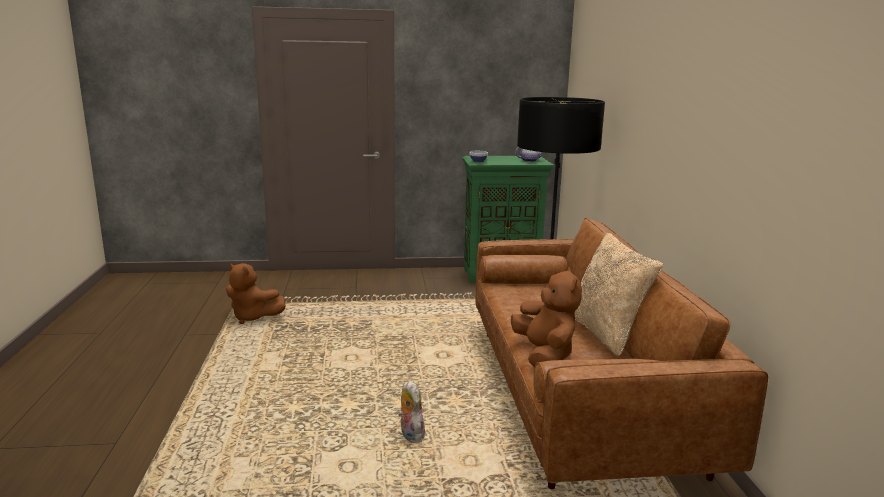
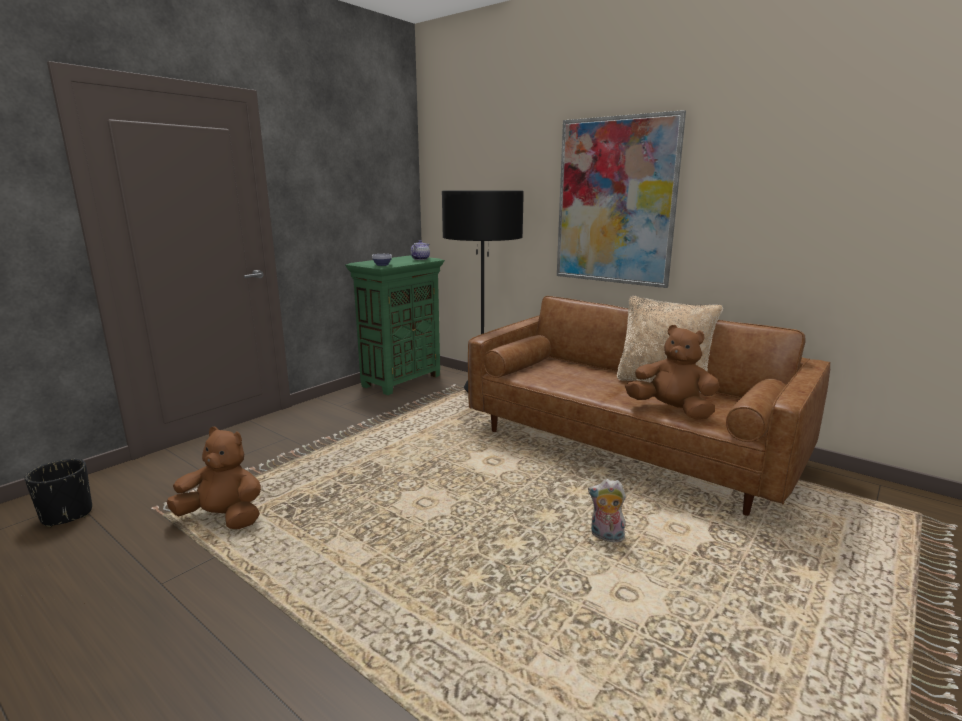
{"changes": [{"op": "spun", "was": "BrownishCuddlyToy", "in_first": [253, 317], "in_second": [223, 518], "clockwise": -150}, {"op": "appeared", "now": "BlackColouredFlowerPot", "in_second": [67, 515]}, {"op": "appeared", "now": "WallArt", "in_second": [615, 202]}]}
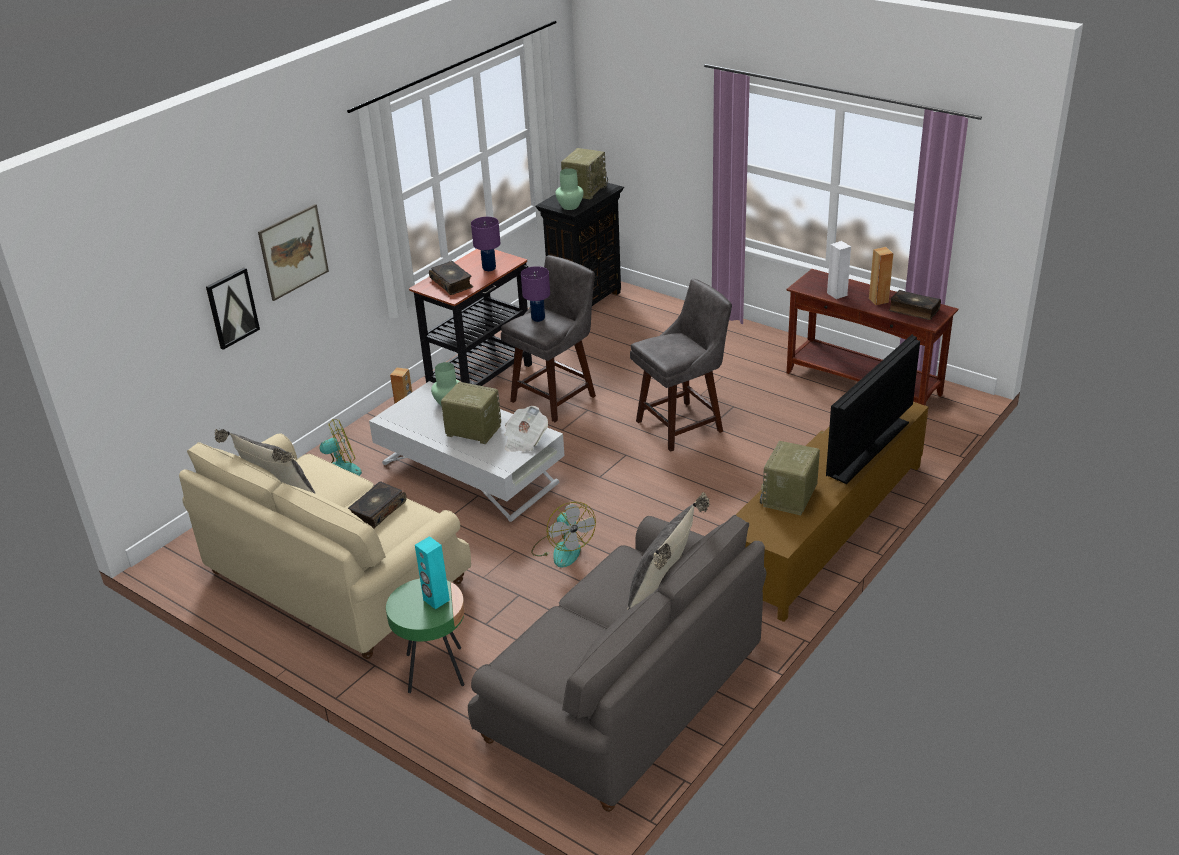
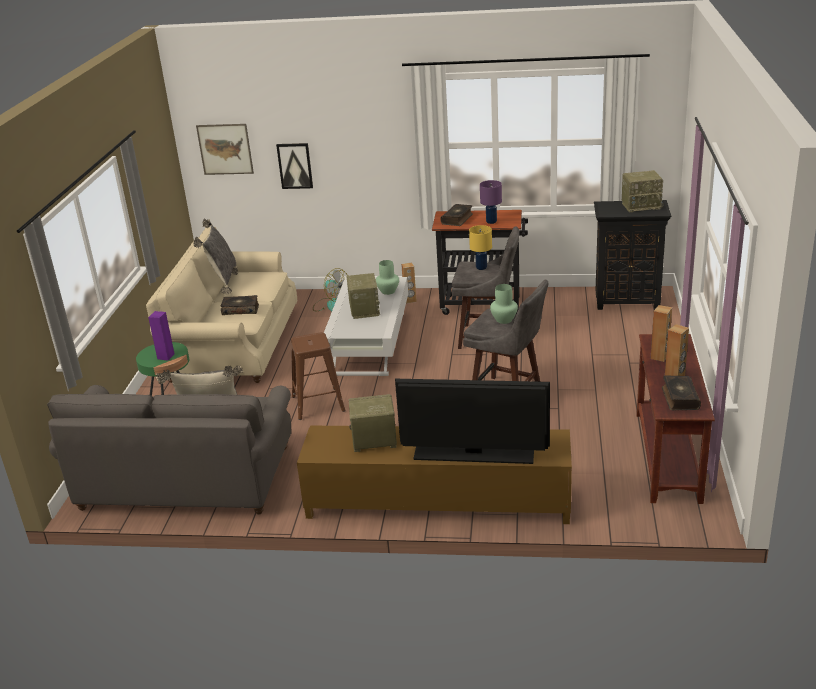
{"changes": [{"op": "relocated", "was": "WallArt", "in_first": [293, 252], "in_second": [225, 149]}, {"op": "colour", "was": "BlueGreenLoudspeaker", "now": "PurpleLoudspeaker", "in_first": [436, 600], "in_second": [165, 356]}, {"op": "missing", "was": "DailyPaper", "in_first": [524, 440]}, {"op": "colour", "was": "PurpleLampForATable", "now": "YellowColouredLampForATable", "in_first": [537, 318], "in_second": [481, 267]}, {"op": "exchanged", "was": "CoolingFan", "now": "BrownishStool", "in_first": [562, 549], "in_second": [318, 404]}, {"op": "relocated", "was": "GreenFlowerVase", "in_first": [569, 206], "in_second": [503, 319]}, {"op": "colour", "was": "WhitishLoudspeaker", "now": "BrownishLoudspeaker", "in_first": [837, 294], "in_second": [659, 357]}]}
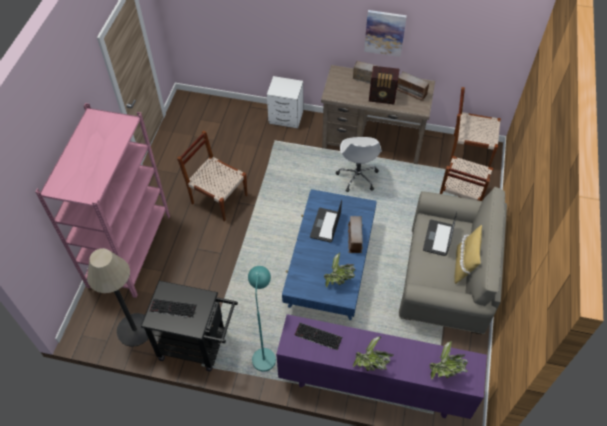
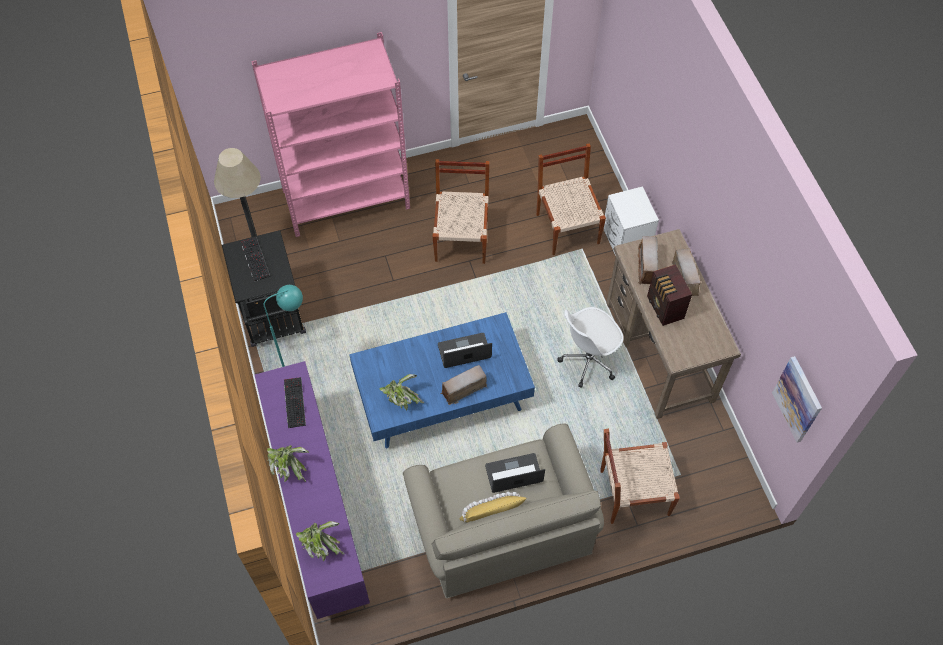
{"changes": [{"op": "relocated", "was": "WallArt", "in_first": [385, 33], "in_second": [798, 399]}, {"op": "relocated", "was": "RadioSet", "in_first": [411, 92], "in_second": [646, 267]}, {"op": "relocated", "was": "Chair", "in_first": [469, 151], "in_second": [567, 227]}]}
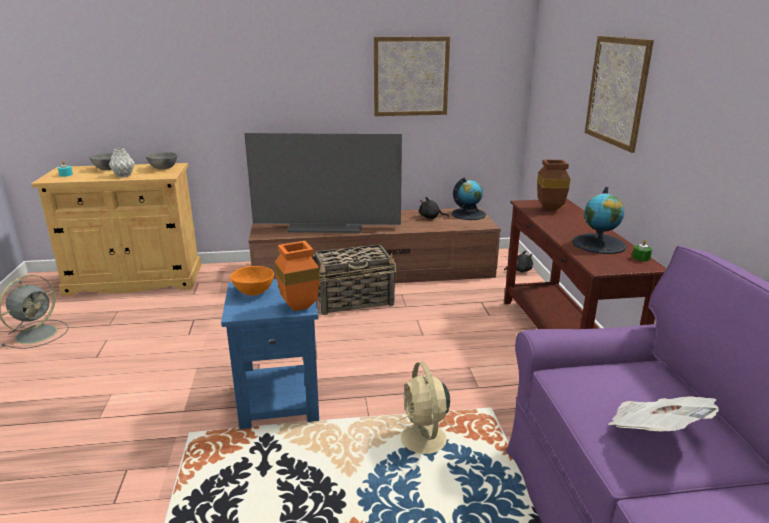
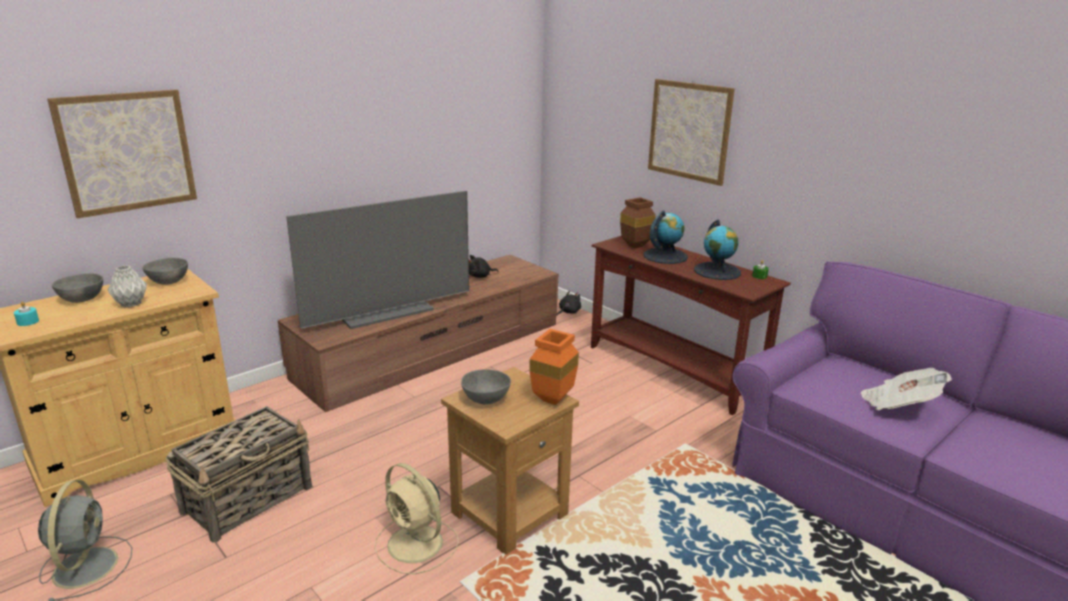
{"changes": [{"op": "colour", "was": "BlueColouredEndTable", "now": "BrownishEndTable", "in_first": [281, 402], "in_second": [510, 513]}, {"op": "colour", "was": "OrangeyServingBowl", "now": "GrayServingBowl", "in_first": [253, 292], "in_second": [486, 400]}, {"op": "relocated", "was": "StorageBasket", "in_first": [354, 300], "in_second": [249, 499]}, {"op": "relocated", "was": "WallArt", "in_first": [411, 75], "in_second": [127, 150]}, {"op": "relocated", "was": "BeigeCoolingFan", "in_first": [424, 440], "in_second": [416, 545]}, {"op": "relocated", "was": "DeskGlobe", "in_first": [468, 214], "in_second": [665, 256]}]}
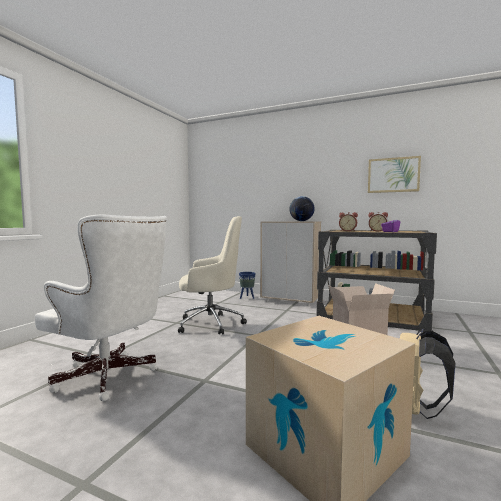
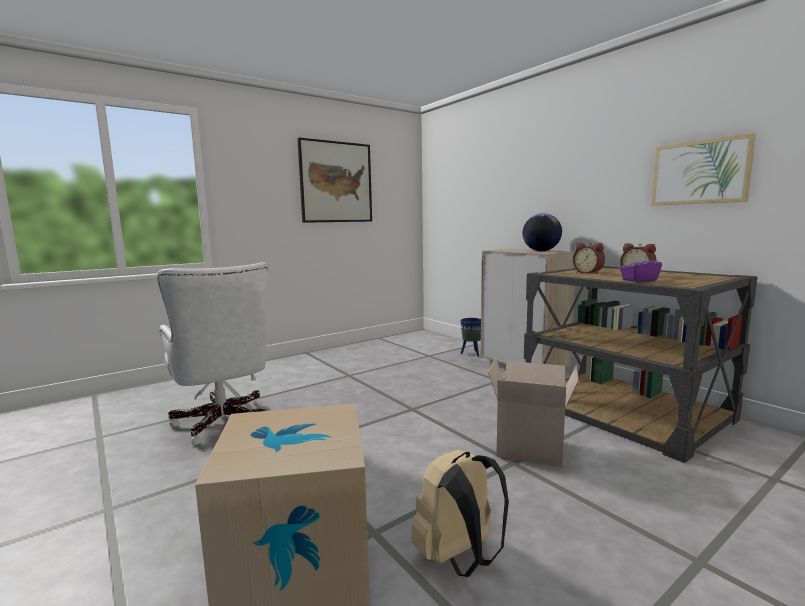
{"changes": [{"op": "missing", "was": "BeigeDeskChair", "in_first": [211, 324]}, {"op": "appeared", "now": "WallArt", "in_second": [336, 182]}]}
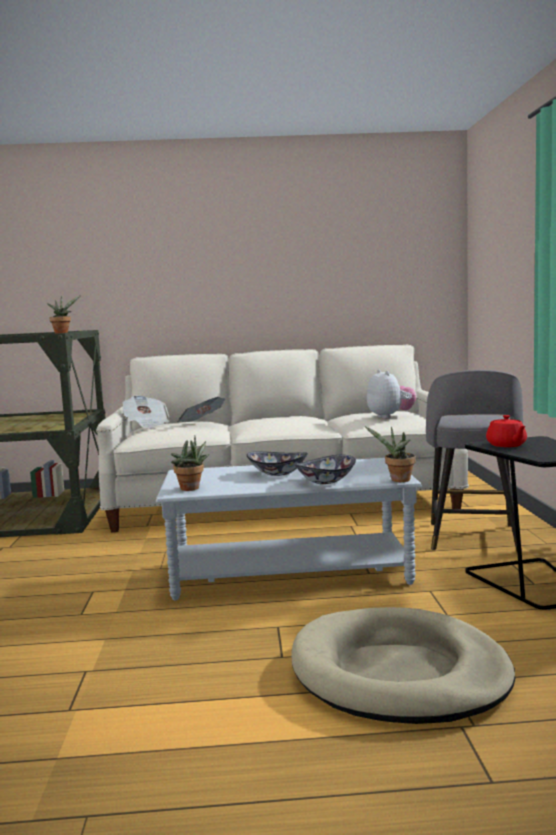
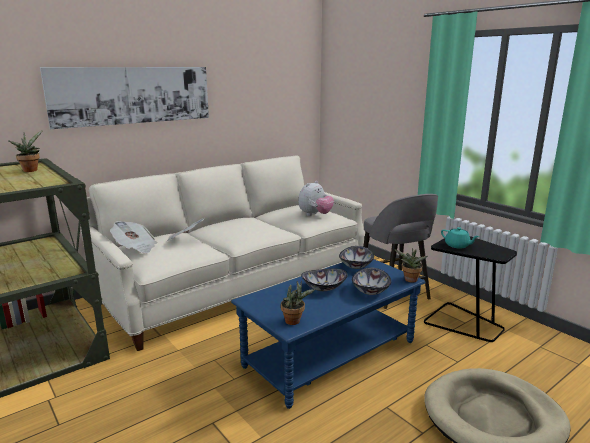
{"changes": [{"op": "colour", "was": "GrayLowTable", "now": "BlueColouredLowTable", "in_first": [290, 573], "in_second": [331, 354]}, {"op": "spun", "was": "CuddlyToy", "in_first": [390, 417], "in_second": [315, 215], "clockwise": 90}, {"op": "colour", "was": "RedColouredTeaPot", "now": "BlueGreenTeaPot", "in_first": [506, 445], "in_second": [457, 245]}, {"op": "appeared", "now": "WallArt", "in_second": [133, 95]}, {"op": "appeared", "now": "ServingBowl", "in_second": [356, 266]}]}
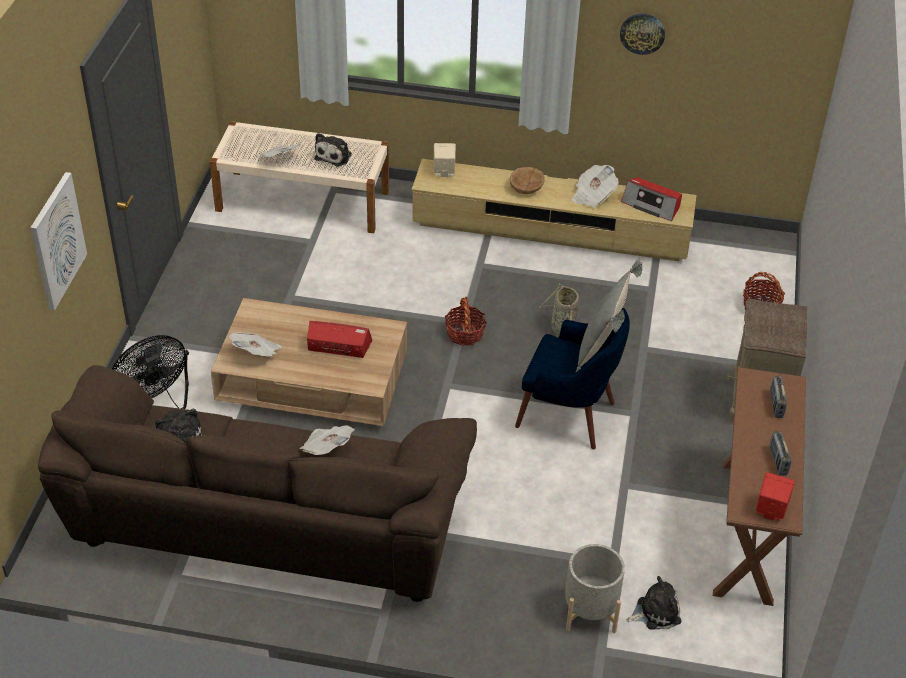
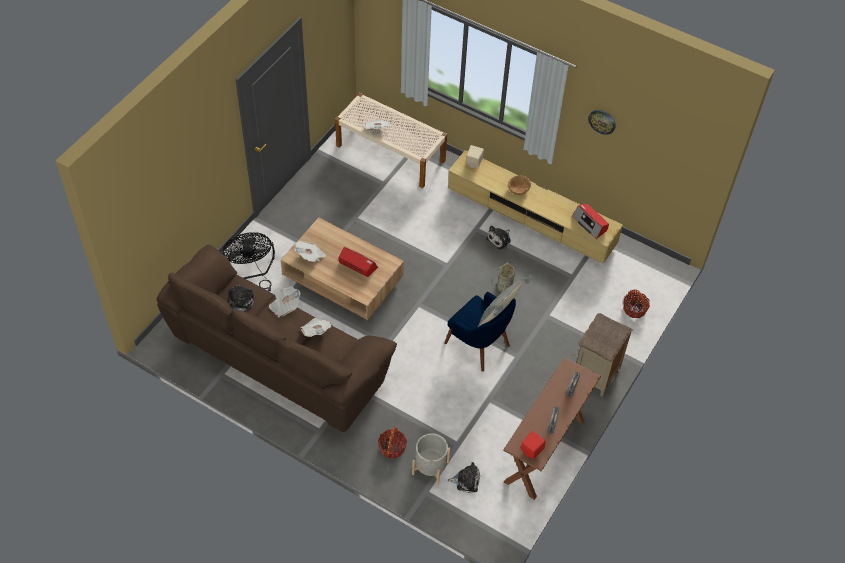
{"changes": [{"op": "missing", "was": "WallArt", "in_first": [57, 241]}, {"op": "relocated", "was": "CuddlyToy", "in_first": [334, 155], "in_second": [499, 239]}, {"op": "relocated", "was": "StorageBasket", "in_first": [465, 333], "in_second": [392, 447]}, {"op": "relocated", "was": "DailyPaper", "in_first": [593, 196], "in_second": [285, 306]}]}
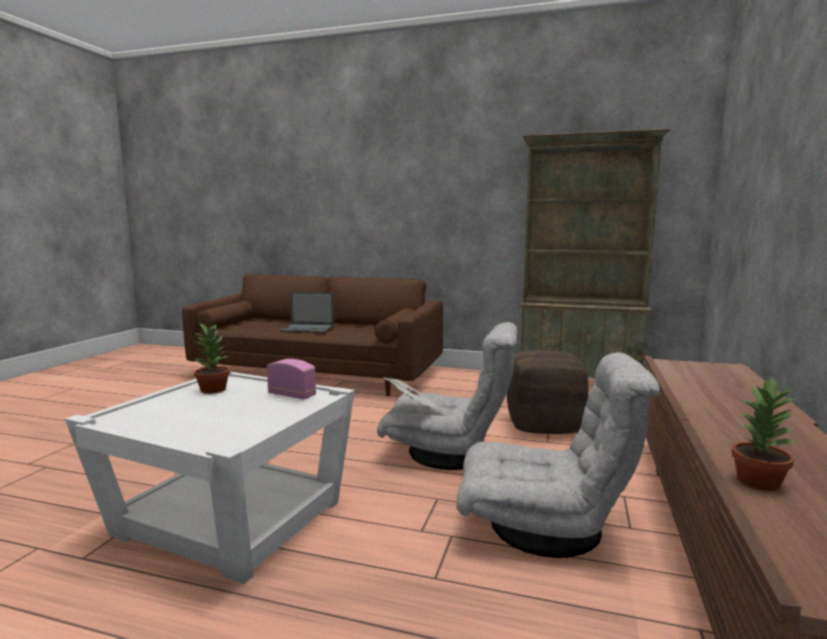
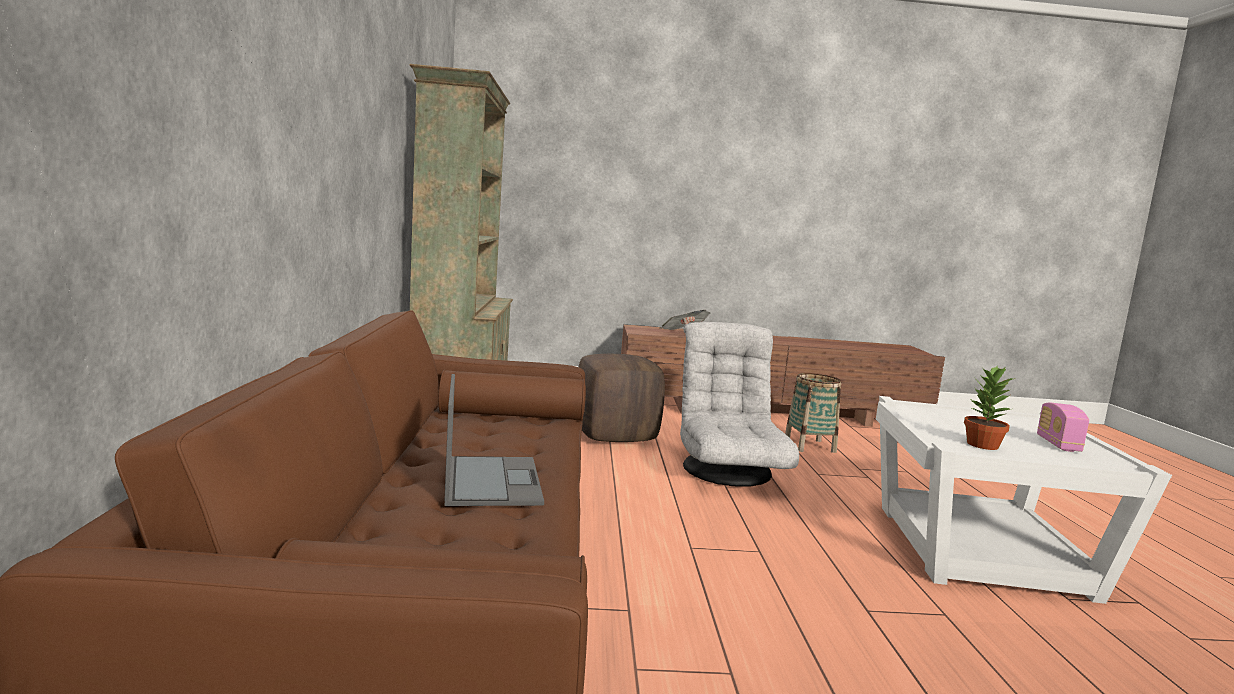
{"changes": [{"op": "relocated", "was": "RadioSet", "in_first": [292, 395], "in_second": [1058, 444]}, {"op": "relocated", "was": "DailyPaper", "in_first": [415, 410], "in_second": [683, 333]}, {"op": "exchanged", "was": "GrayArmchair", "now": "StorageBasket", "in_first": [543, 528], "in_second": [809, 446]}, {"op": "missing", "was": "Houseplant", "in_first": [759, 482]}]}
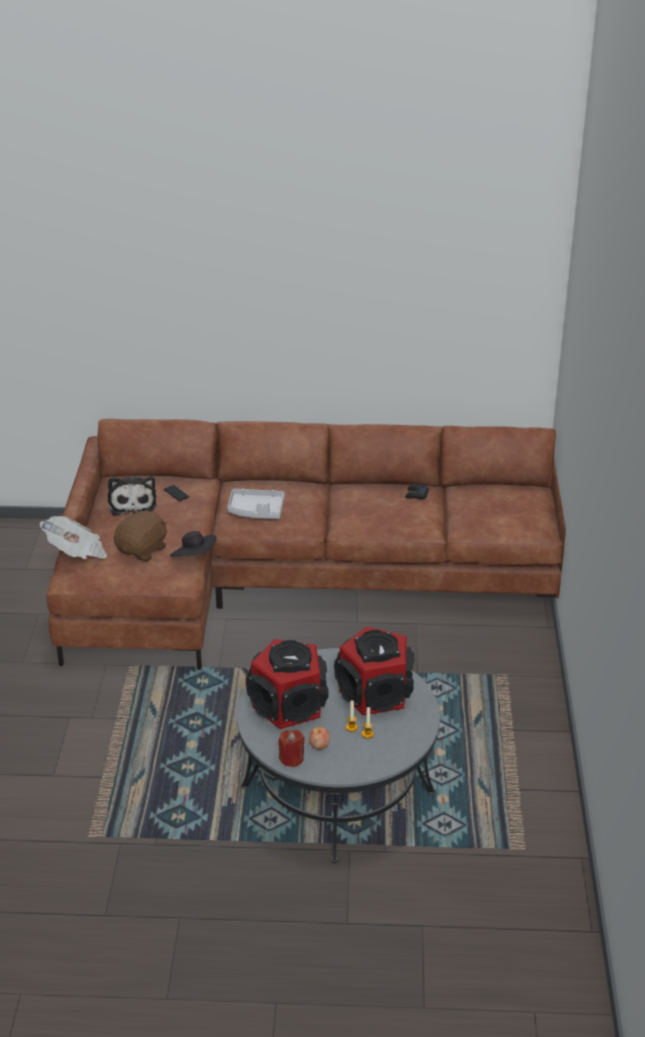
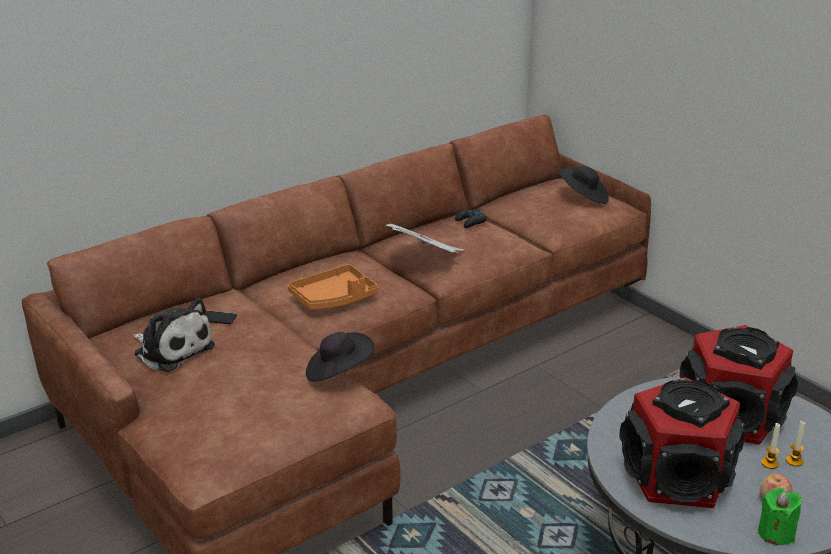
{"changes": [{"op": "relocated", "was": "DailyPaper", "in_first": [76, 553], "in_second": [426, 257]}, {"op": "missing", "was": "BrownishCuddlyToy", "in_first": [143, 550]}, {"op": "colour", "was": "GrayTray", "now": "OrangeyTray", "in_first": [256, 511], "in_second": [334, 298]}, {"op": "colour", "was": "RedColouredWaxLight", "now": "GreenWaxLight", "in_first": [291, 758], "in_second": [776, 533]}, {"op": "appeared", "now": "BlackColouredClothingHat", "in_second": [583, 197]}]}
